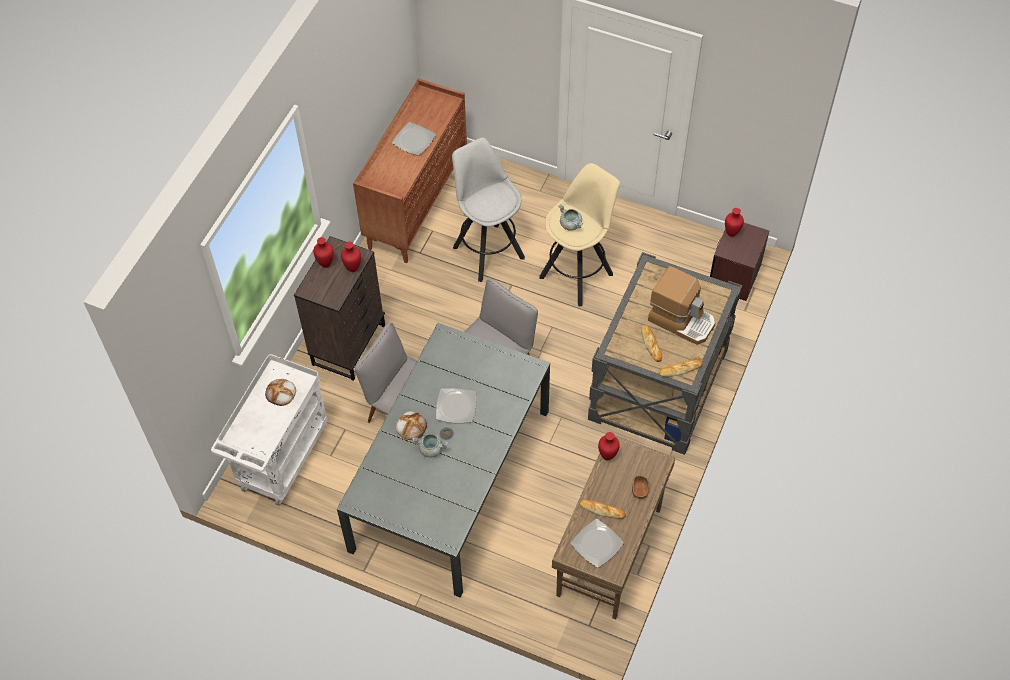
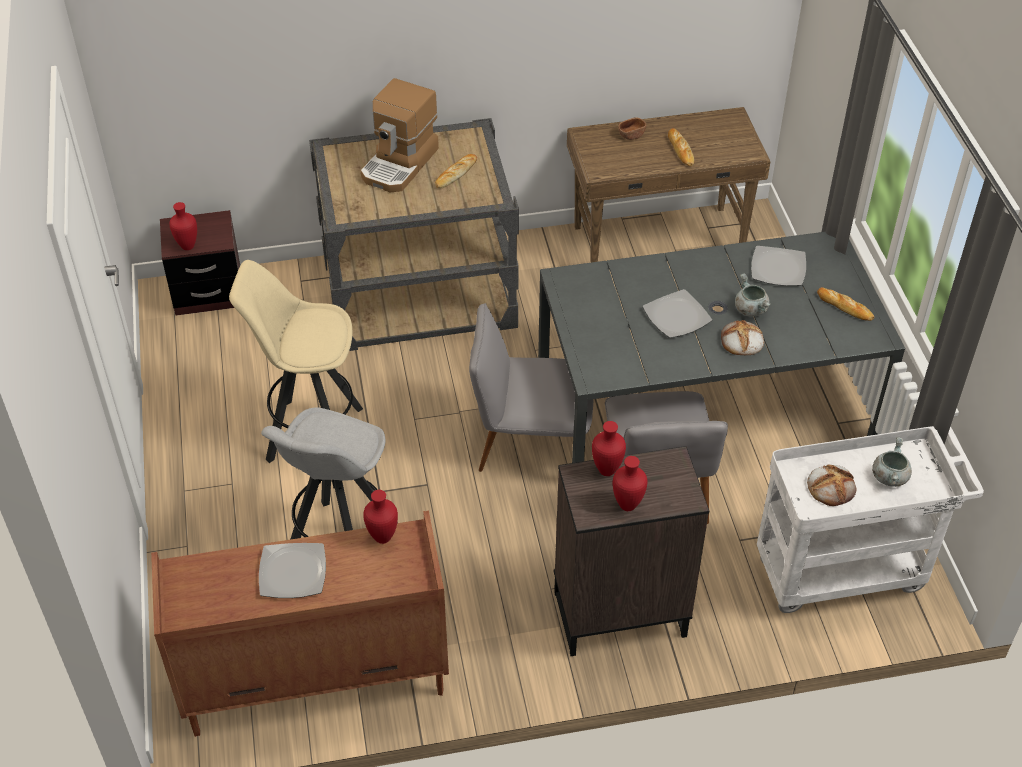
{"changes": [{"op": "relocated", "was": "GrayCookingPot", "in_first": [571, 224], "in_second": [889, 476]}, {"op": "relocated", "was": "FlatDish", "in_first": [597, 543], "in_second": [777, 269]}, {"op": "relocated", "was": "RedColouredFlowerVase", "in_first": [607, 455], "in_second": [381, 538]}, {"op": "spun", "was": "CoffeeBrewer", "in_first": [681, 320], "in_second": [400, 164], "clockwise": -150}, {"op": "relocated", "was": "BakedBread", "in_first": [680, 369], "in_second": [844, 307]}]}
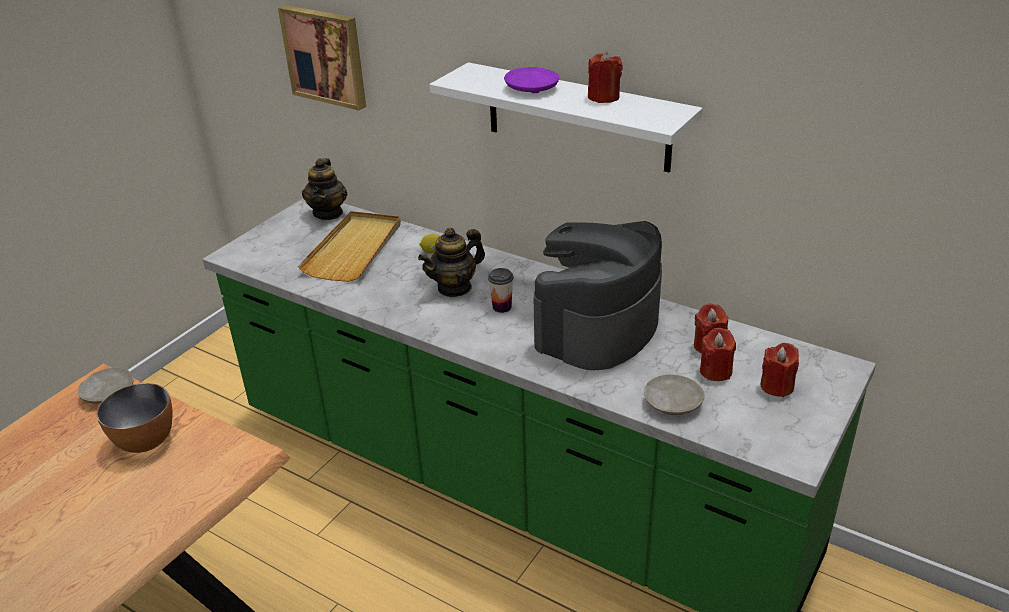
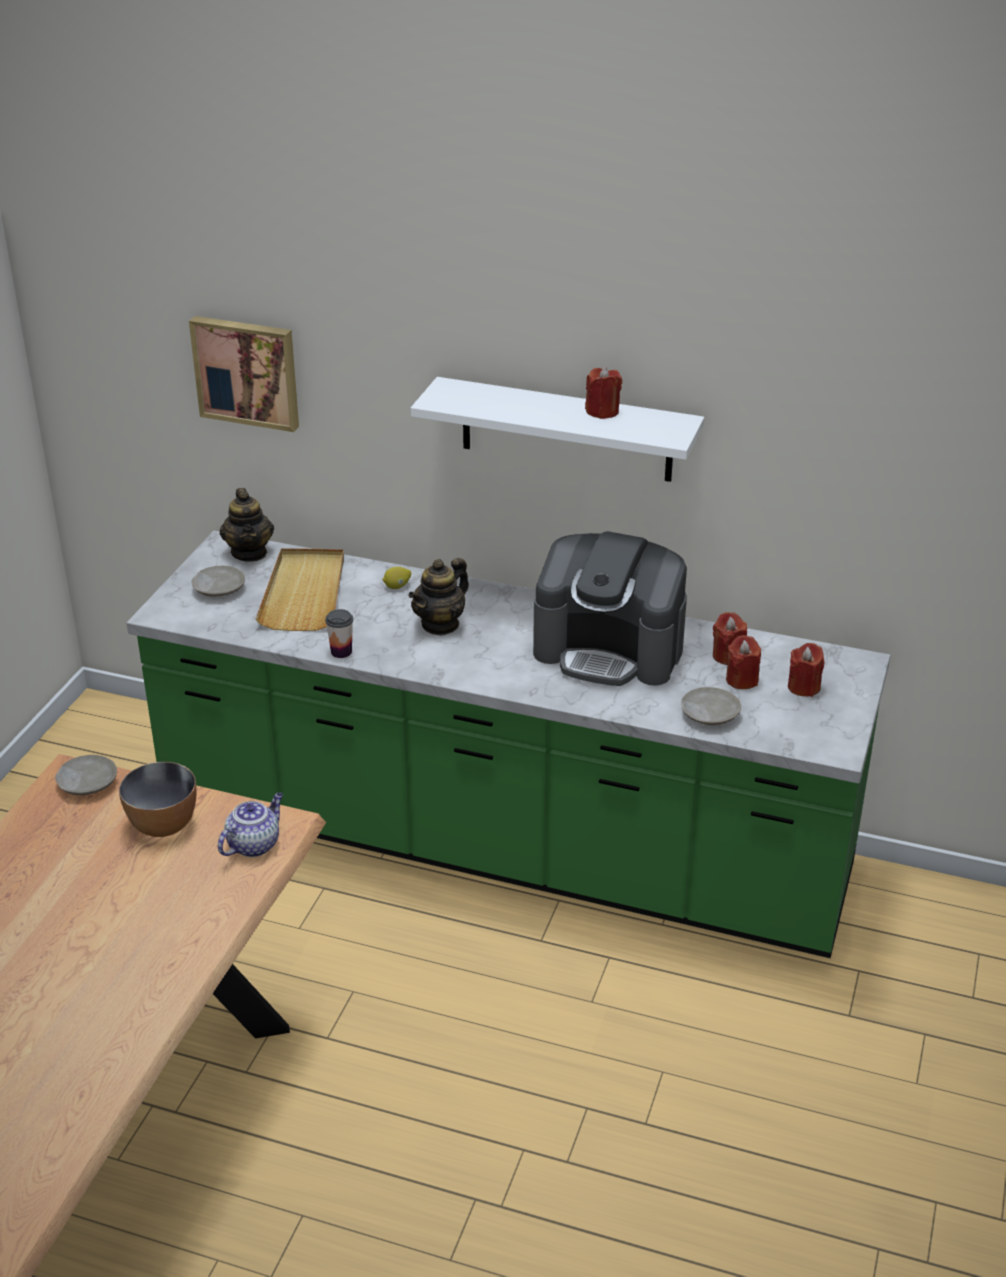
{"changes": [{"op": "relocated", "was": "DrinkingCup", "in_first": [502, 307], "in_second": [341, 652]}, {"op": "missing", "was": "PurpleFlatDish", "in_first": [532, 88]}, {"op": "spun", "was": "CoffeeBrewer", "in_first": [597, 327], "in_second": [610, 650], "clockwise": -90}, {"op": "appeared", "now": "BeigeFlatDish", "in_second": [219, 589]}, {"op": "appeared", "now": "TeaPot", "in_second": [254, 844]}]}
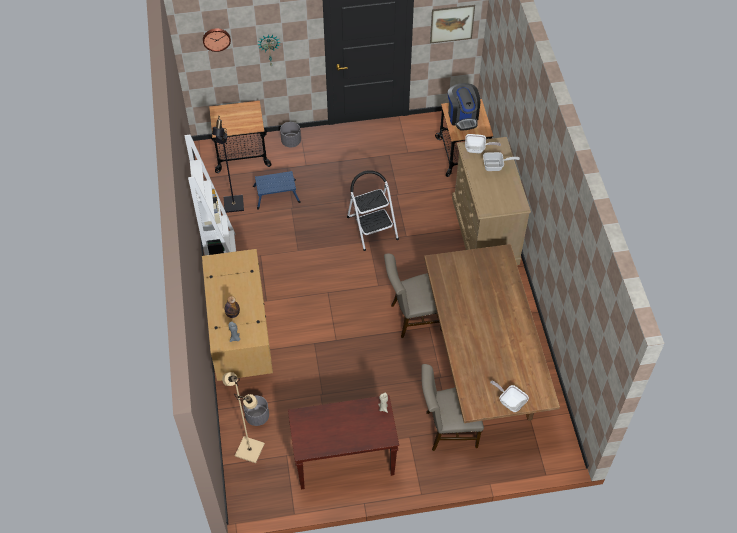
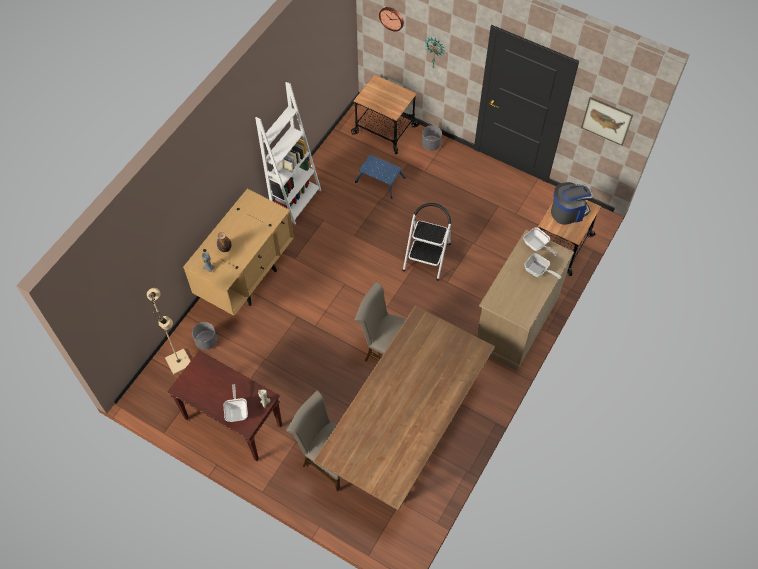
{"changes": [{"op": "missing", "was": "BlackColouredStandardLamp", "in_first": [233, 204]}, {"op": "spun", "was": "CoffeeBrewer", "in_first": [462, 117], "in_second": [568, 211], "clockwise": -135}, {"op": "relocated", "was": "FryingPan", "in_first": [510, 401], "in_second": [237, 411]}]}
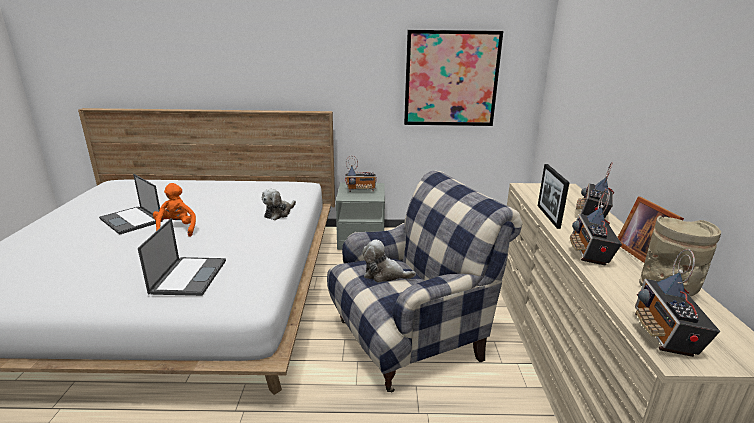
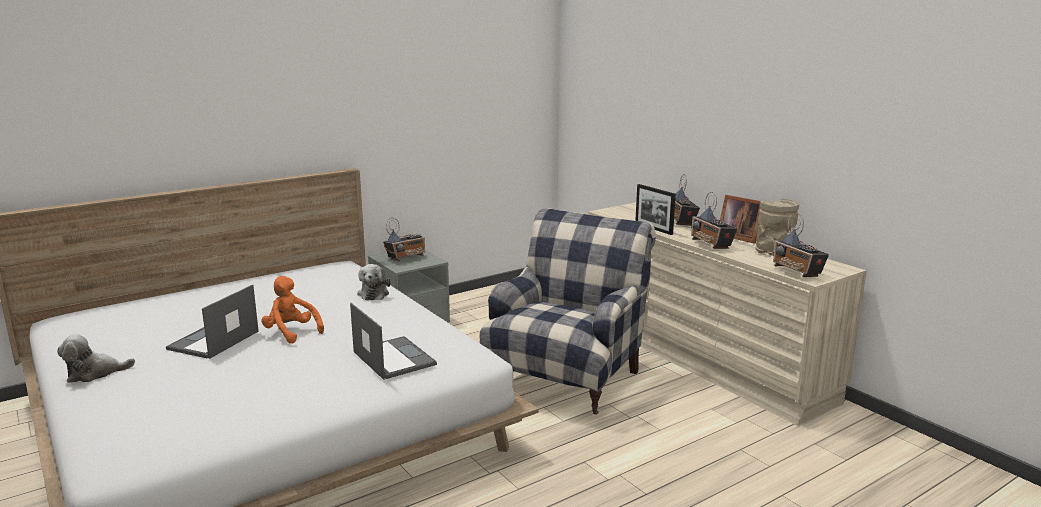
{"changes": [{"op": "spun", "was": "Laptop", "in_first": [132, 220], "in_second": [213, 341], "clockwise": 105}, {"op": "relocated", "was": "CuddlyToy", "in_first": [384, 274], "in_second": [94, 373]}, {"op": "missing", "was": "WallArt", "in_first": [451, 79]}]}
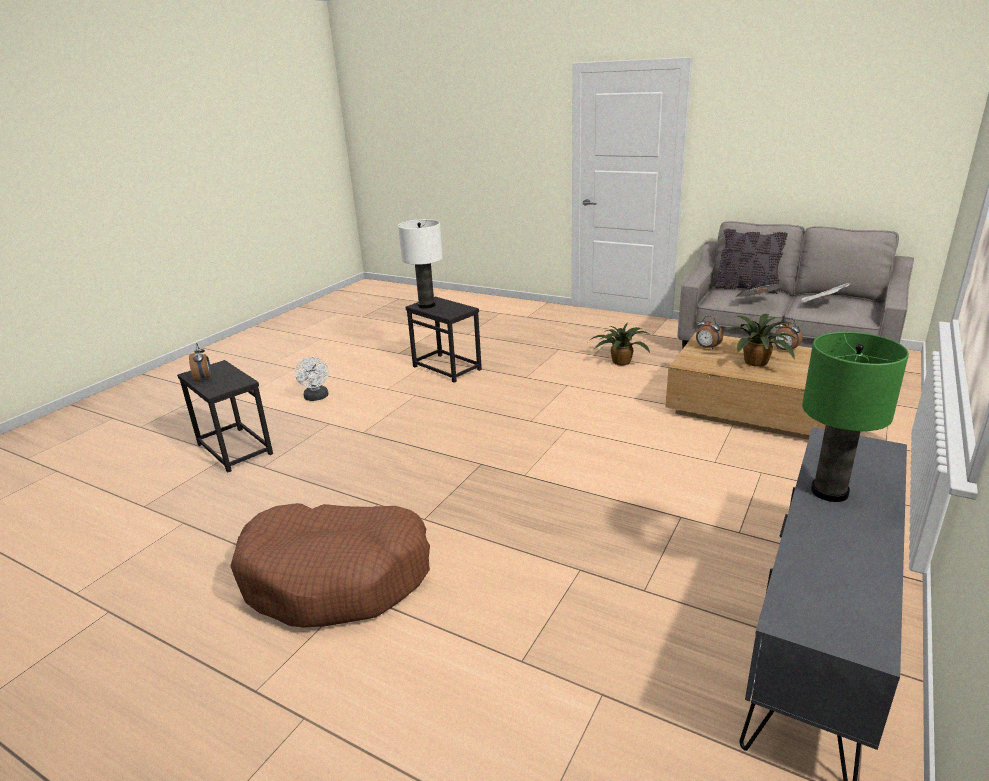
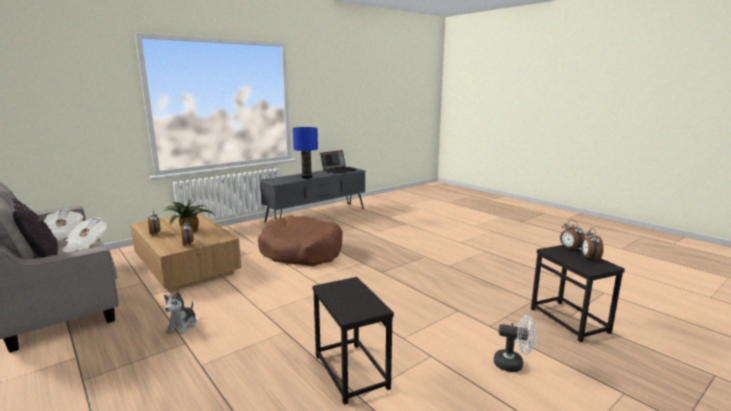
{"changes": [{"op": "relocated", "was": "BrownishDogCushion", "in_first": [337, 576], "in_second": [301, 252]}, {"op": "spun", "was": "WhitishCoolingFan", "in_first": [316, 398], "in_second": [513, 364], "clockwise": 105}, {"op": "missing", "was": "WhitishLampForATable", "in_first": [427, 305]}, {"op": "exchanged", "was": "Houseplant", "now": "CuddlyToy", "in_first": [619, 362], "in_second": [183, 325]}, {"op": "colour", "was": "GreenLampForATable", "now": "BlueColouredLampForATable", "in_first": [829, 492], "in_second": [307, 177]}, {"op": "appeared", "now": "Laptop", "in_second": [338, 170]}, {"op": "appeared", "now": "TableClock", "in_second": [569, 249]}]}
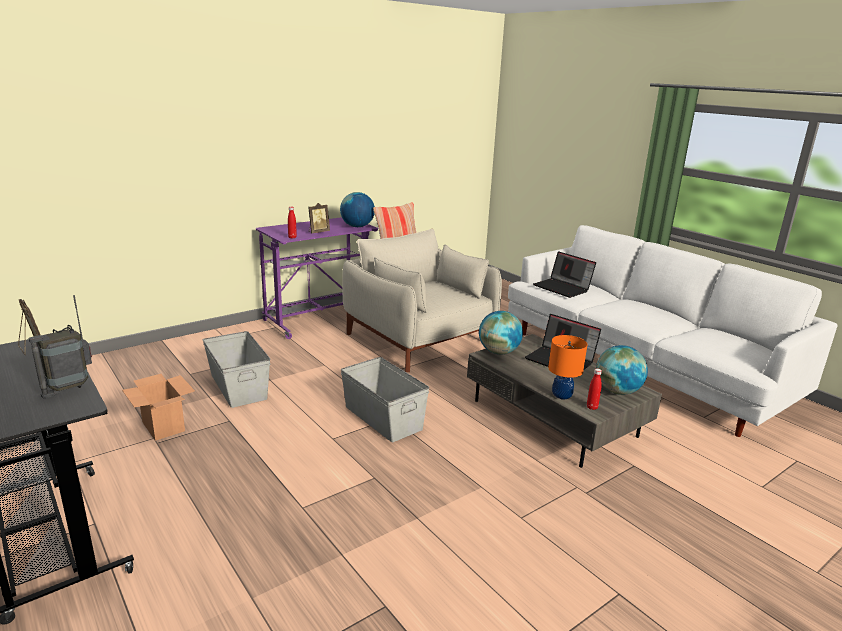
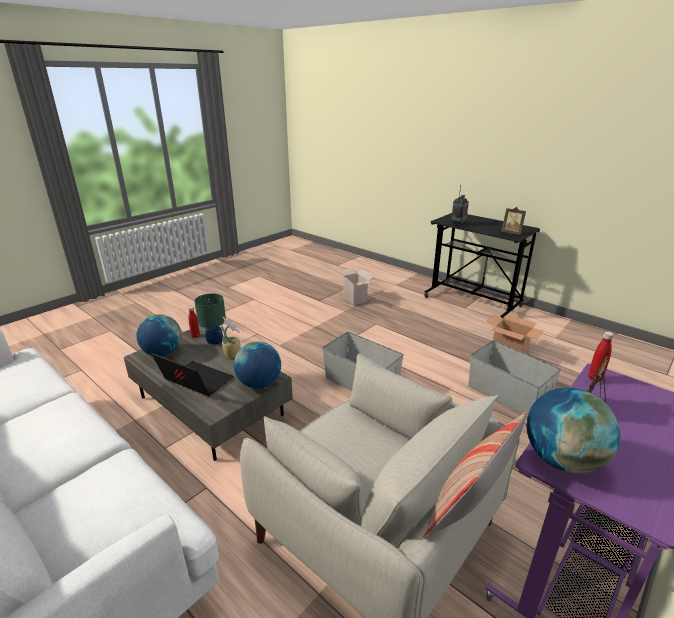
{"changes": [{"op": "missing", "was": "Laptop", "in_first": [563, 288]}, {"op": "colour", "was": "OrangeyLampForATable", "now": "GreenLampForATable", "in_first": [562, 396], "in_second": [214, 342]}, {"op": "appeared", "now": "Houseplant", "in_second": [232, 354]}, {"op": "appeared", "now": "PackingBox", "in_second": [356, 299]}]}
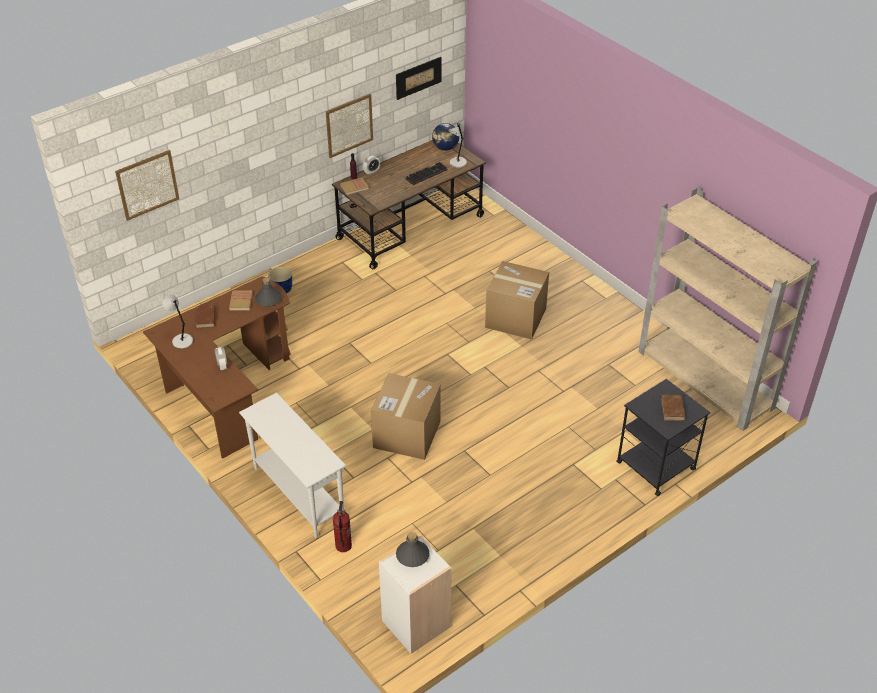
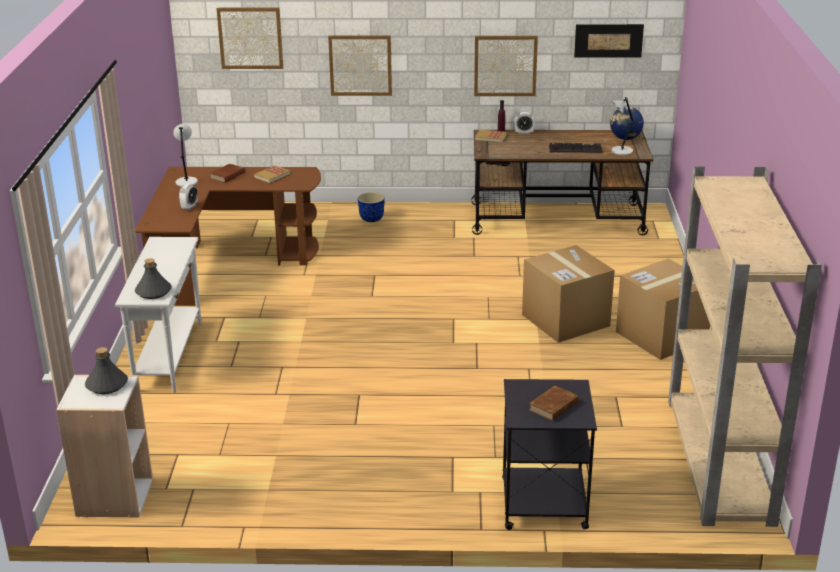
{"changes": [{"op": "relocated", "was": "GrayBottle", "in_first": [269, 299], "in_second": [153, 292]}, {"op": "missing", "was": "Extinguisher", "in_first": [343, 545]}, {"op": "relocated", "was": "PackingBox", "in_first": [407, 434], "in_second": [661, 336]}, {"op": "appeared", "now": "WallArt", "in_second": [360, 64]}]}
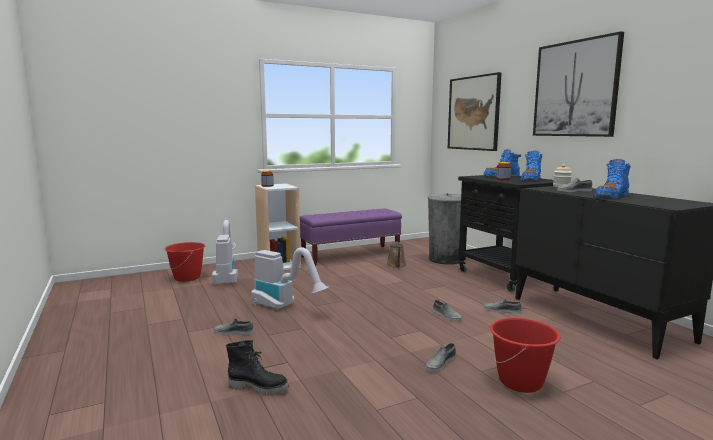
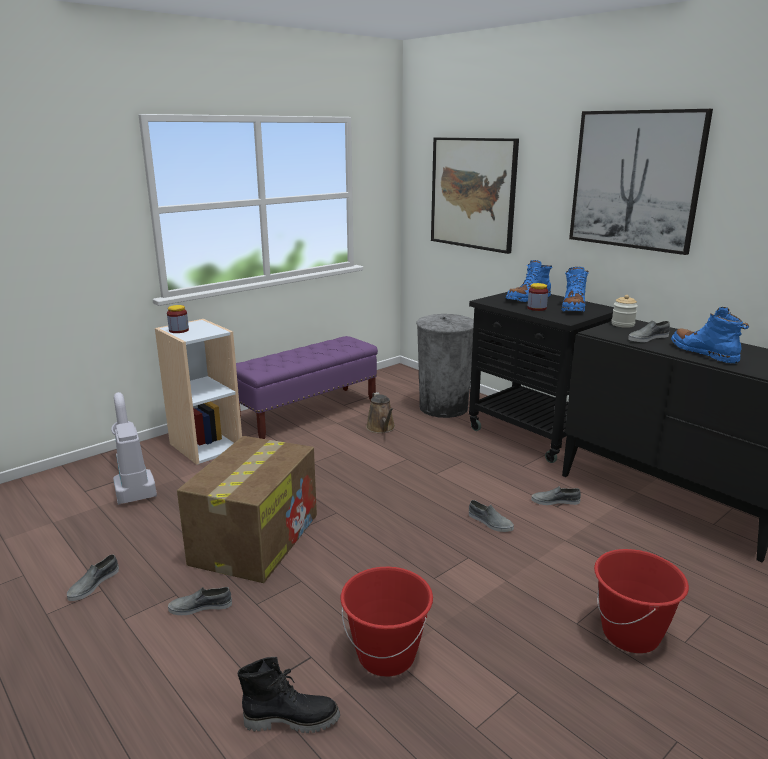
{"changes": [{"op": "relocated", "was": "RedColouredBucket", "in_first": [187, 278], "in_second": [387, 656]}, {"op": "exchanged", "was": "Hoover", "now": "PackingBox", "in_first": [285, 306], "in_second": [256, 538]}, {"op": "relocated", "was": "GrayShoe", "in_first": [440, 363], "in_second": [93, 584]}, {"op": "spun", "was": "BlueColouredTallBoot", "in_first": [611, 197], "in_second": [704, 353], "clockwise": 120}]}
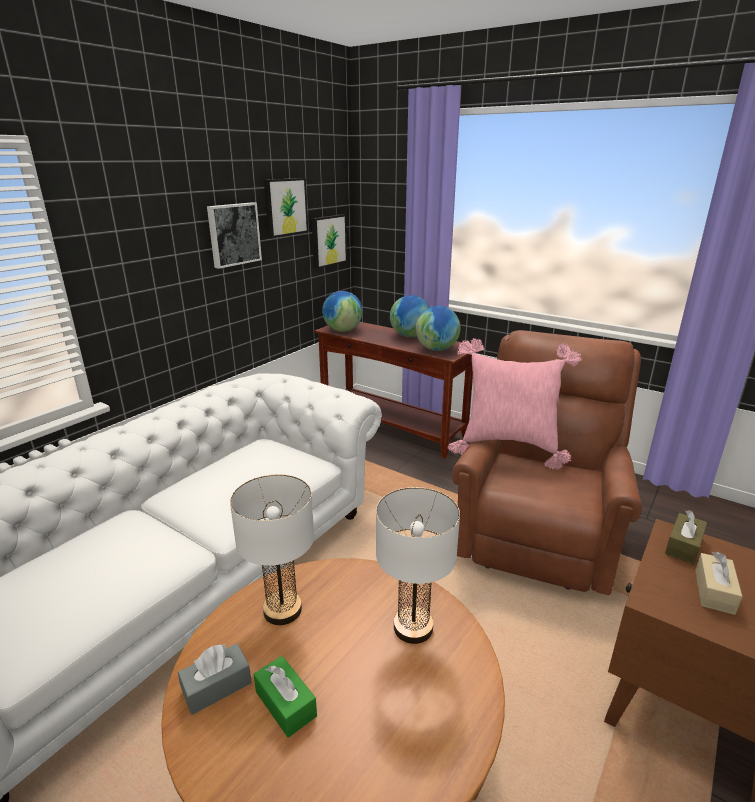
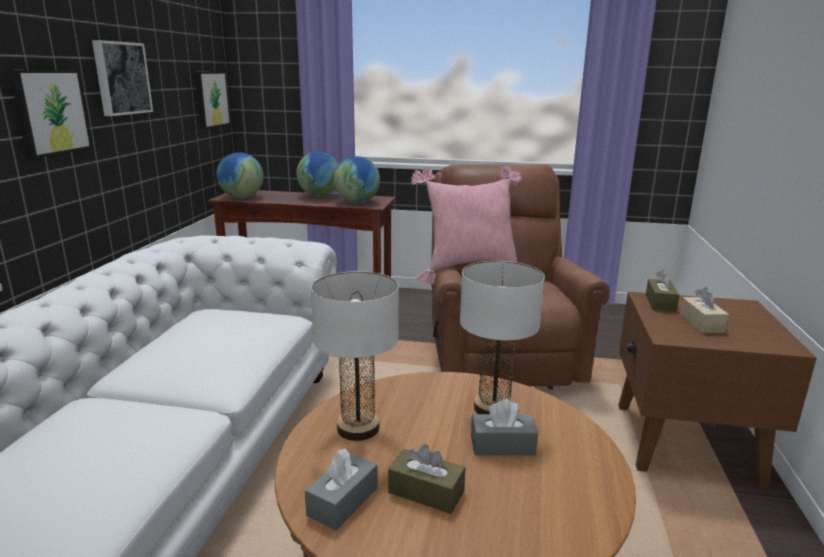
{"changes": [{"op": "colour", "was": "GreenTissueHolder", "now": "BrownishTissueHolder", "in_first": [285, 704], "in_second": [426, 492]}, {"op": "relocated", "was": "WallArt", "in_first": [285, 207], "in_second": [50, 112]}, {"op": "appeared", "now": "GrayTissueHolder", "in_second": [502, 445]}]}
